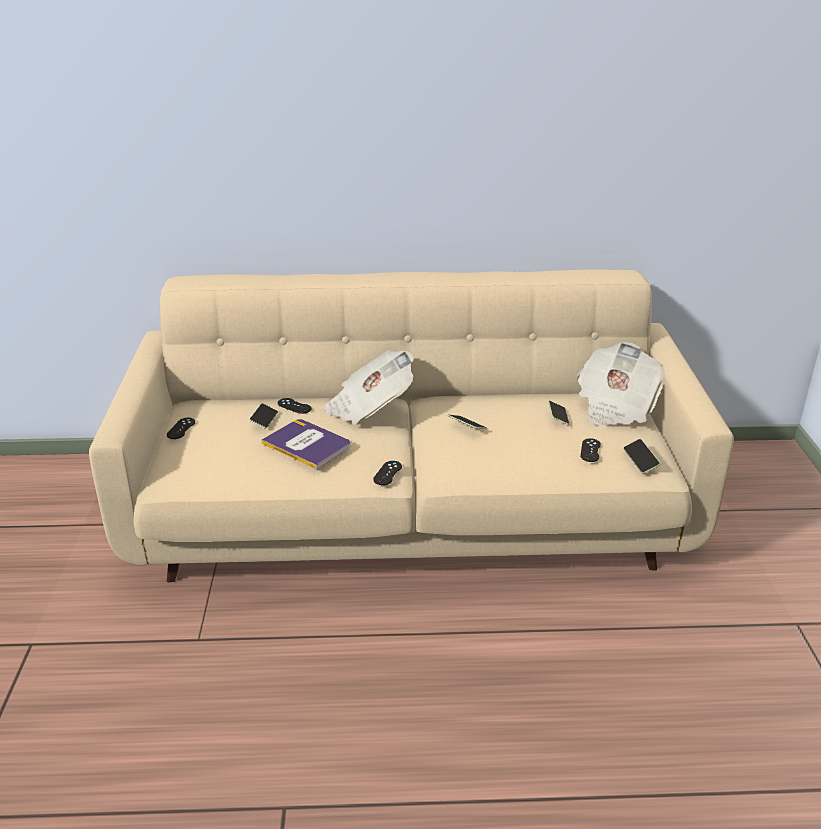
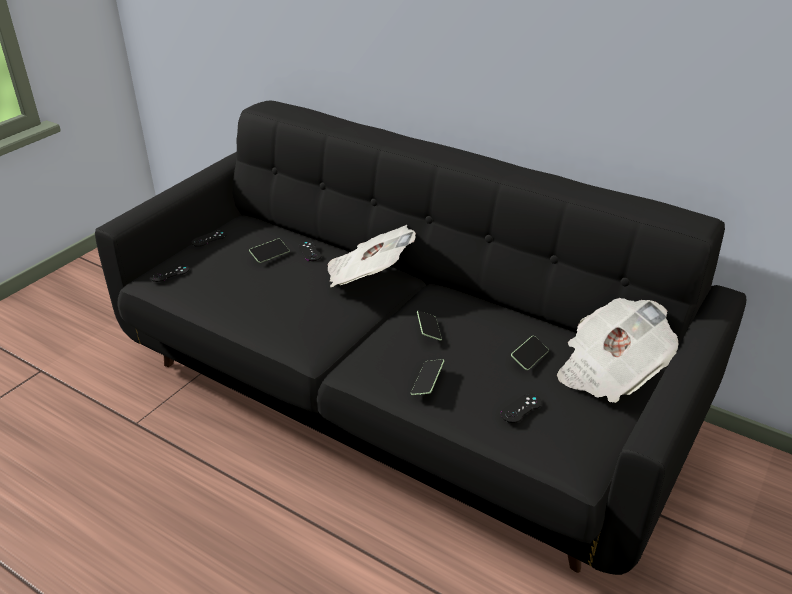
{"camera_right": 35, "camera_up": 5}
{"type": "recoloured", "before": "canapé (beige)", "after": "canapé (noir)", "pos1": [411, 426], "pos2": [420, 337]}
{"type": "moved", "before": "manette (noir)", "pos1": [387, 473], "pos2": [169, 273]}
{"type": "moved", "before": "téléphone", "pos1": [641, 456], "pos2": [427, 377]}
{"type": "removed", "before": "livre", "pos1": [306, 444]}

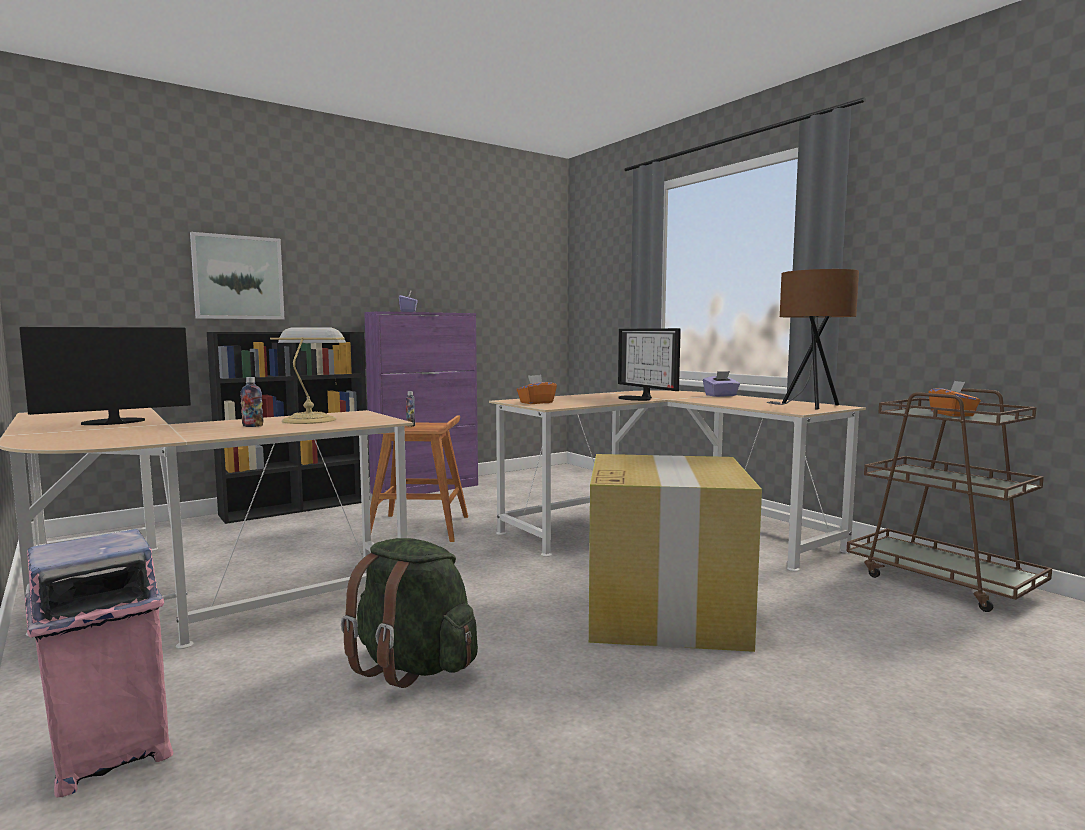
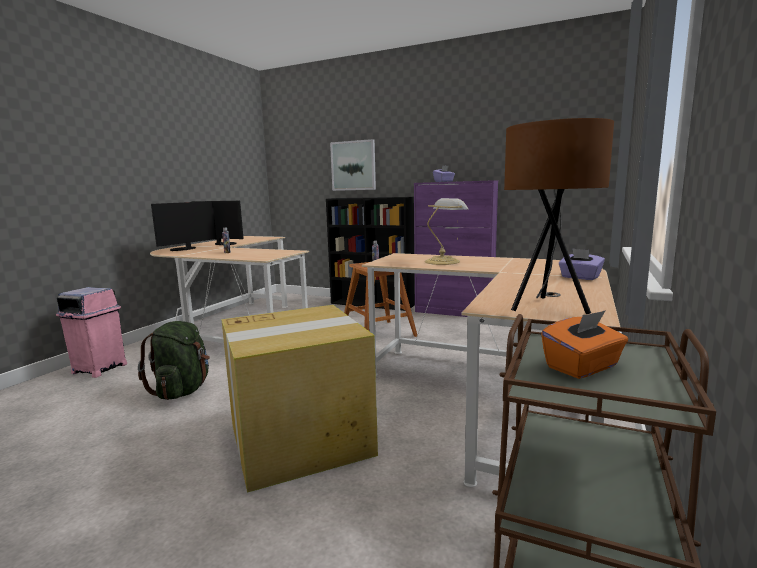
{"camera_right": 60, "camera_up": 5}
{"type": "moved", "before": "écran d'ordinateur", "pos1": [649, 364], "pos2": [183, 226]}
{"type": "moved", "before": "lampe de table", "pos1": [308, 375], "pos2": [446, 231]}
{"type": "removed", "before": "boîte à mouchoirs (orange)", "pos1": [537, 389]}

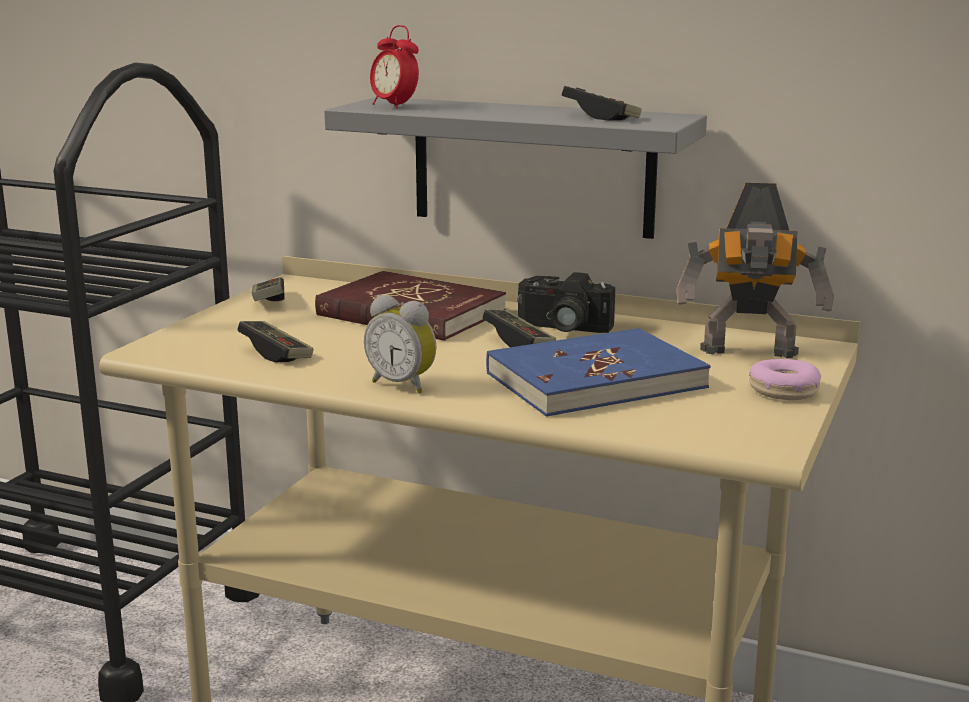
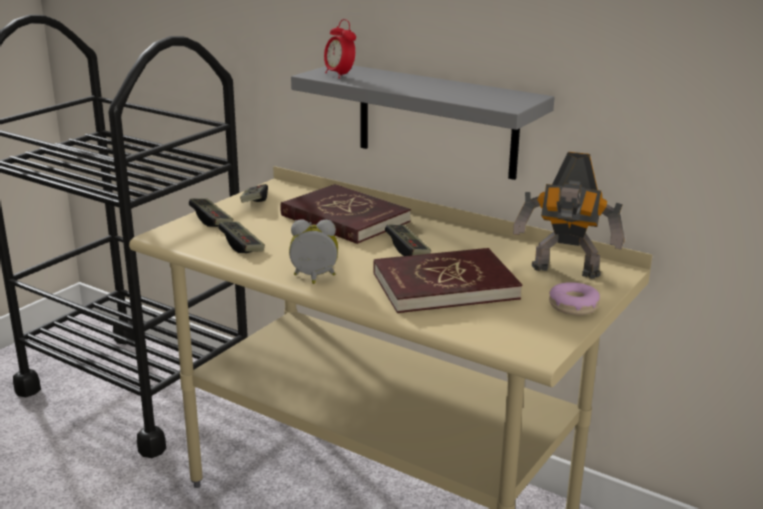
{"camera_right": 10, "camera_up": 5}
{"type": "moved", "before": "manette", "pos1": [602, 103], "pos2": [211, 212]}
{"type": "turned", "before": "réveil", "pos1": [400, 344], "pos2": [313, 251], "turn": 135}
{"type": "recoloured", "before": "livre (bleu)", "after": "livre (rouge)", "pos1": [598, 372], "pos2": [447, 280]}
{"type": "removed", "before": "appareil photo", "pos1": [566, 302]}

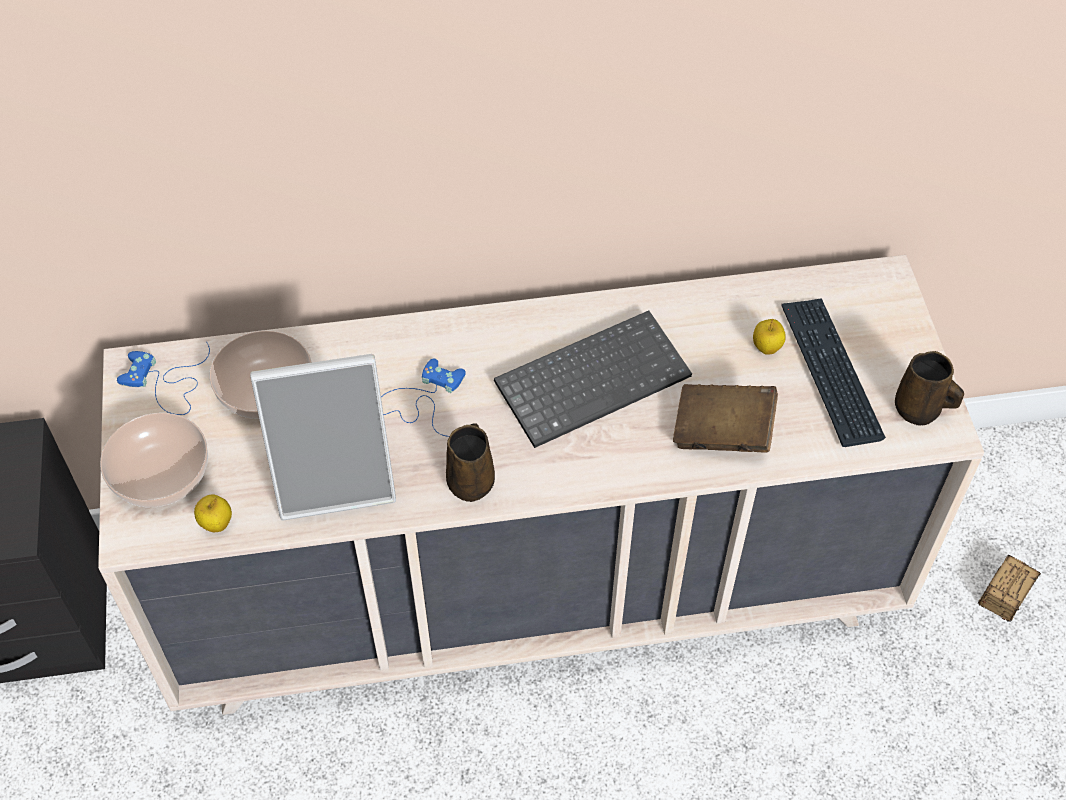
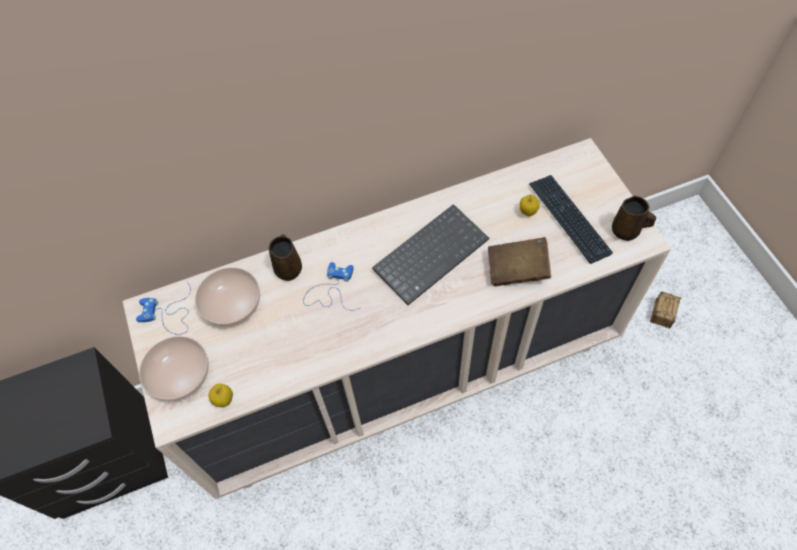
{"camera_right": -10, "camera_up": 5}
{"type": "moved", "before": "mug (marron)", "pos1": [470, 462], "pos2": [285, 258]}
{"type": "removed", "before": "cadre photo", "pos1": [323, 437]}

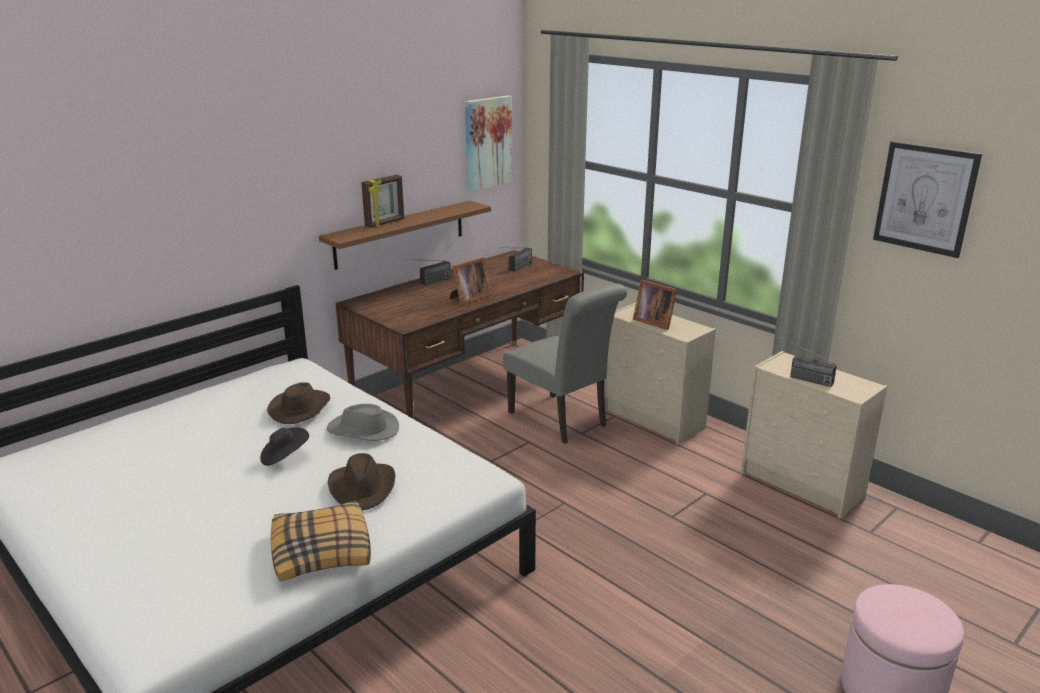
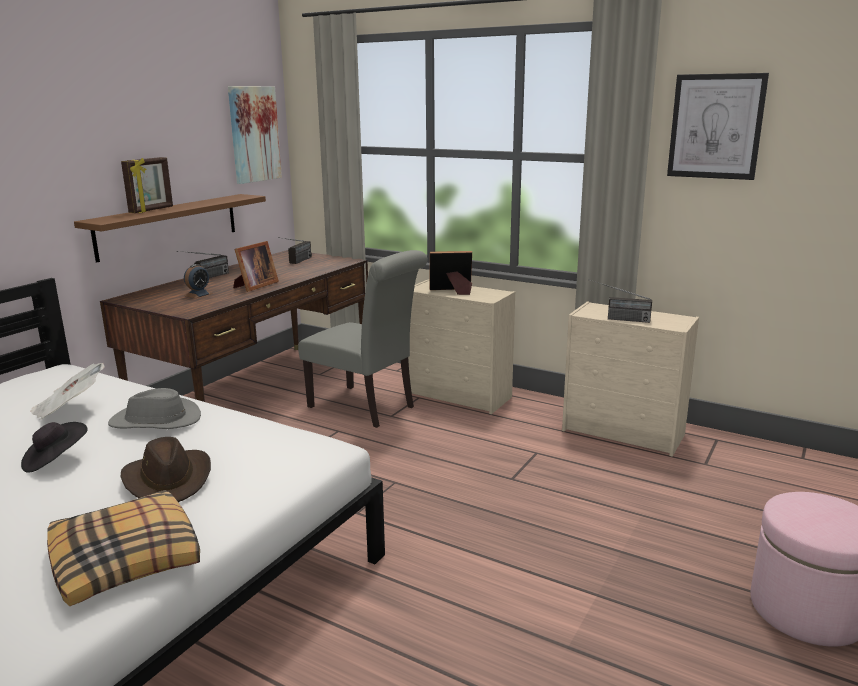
{"camera_right": -15, "camera_up": -5}
{"type": "replaced", "before": "chapeau (marron)", "after": "journal", "pos1": [298, 403], "pos2": [67, 391]}
{"type": "added", "after": "réveil", "pos2": [198, 281]}
{"type": "turned", "before": "cadre photo", "pos1": [655, 305], "pos2": [450, 273], "turn": 150}

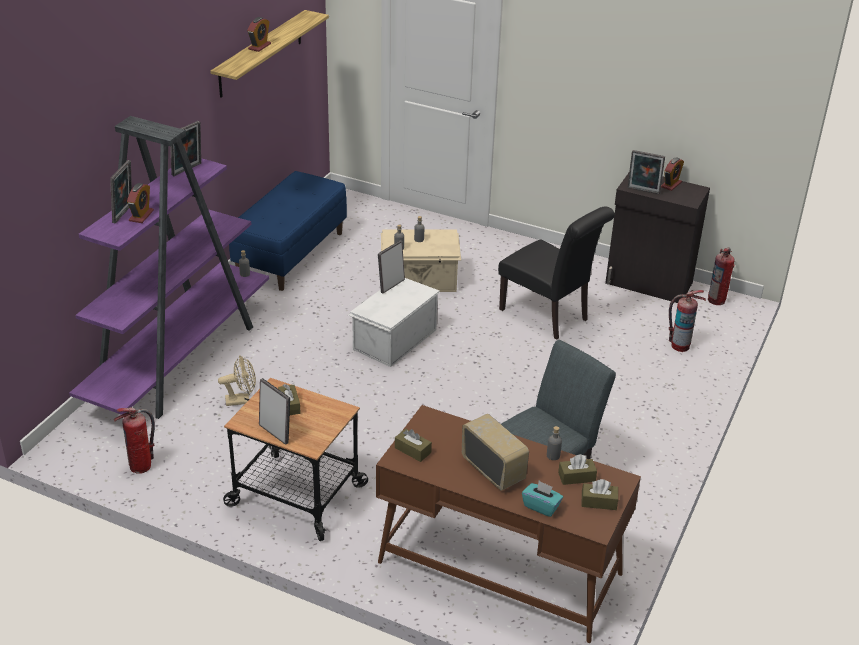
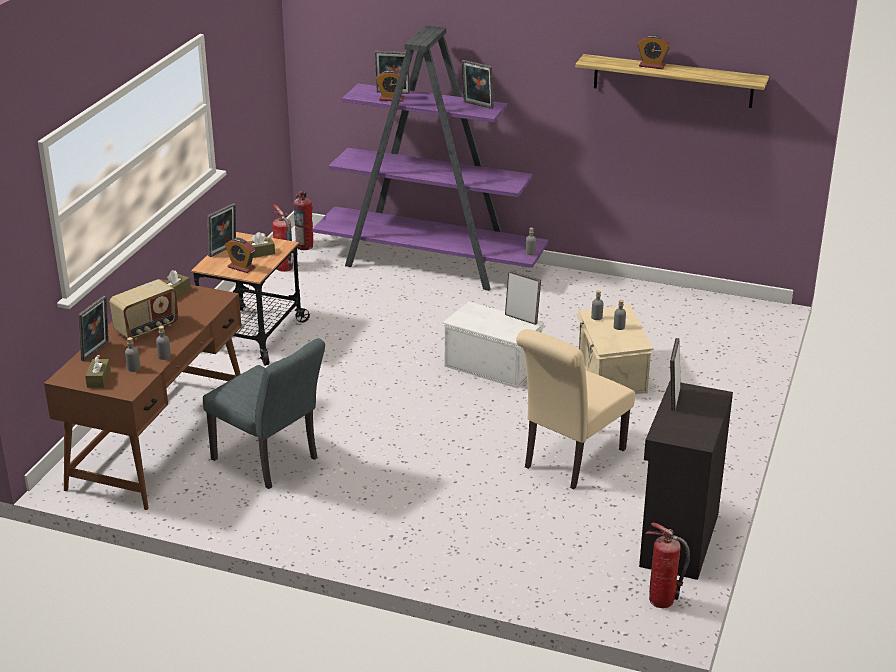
{"camera_right": 85, "camera_up": -5}
{"type": "replaced", "before": "boîte à mouchoirs (turquoise)", "after": "cadre photo", "pos1": [542, 499], "pos2": [93, 328]}
{"type": "replaced", "before": "boîte à mouchoirs (marron)", "after": "bouteille (gris)", "pos1": [577, 469], "pos2": [132, 354]}
{"type": "moved", "before": "réveil", "pos1": [672, 174], "pos2": [240, 255]}
{"type": "moved", "before": "extincteur", "pos1": [687, 321], "pos2": [303, 220]}
{"type": "recoloured", "before": "chaise (noir)", "after": "chaise (beige)", "pos1": [556, 273], "pos2": [575, 409]}
{"type": "removed", "before": "ventilateur (beige)", "pos1": [237, 380]}
{"type": "removed", "before": "banc (bleu)", "pos1": [288, 231]}

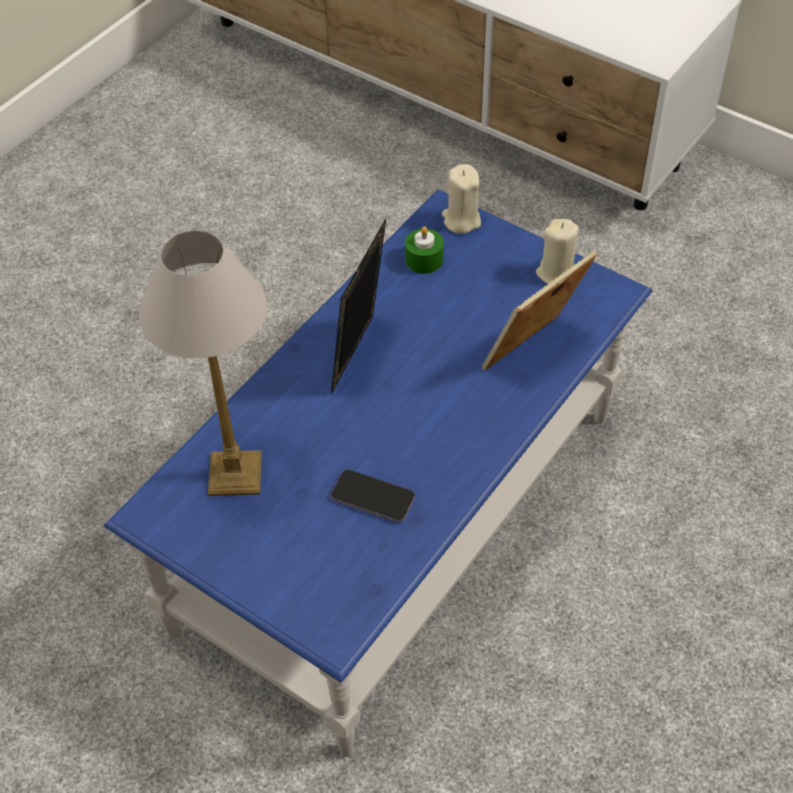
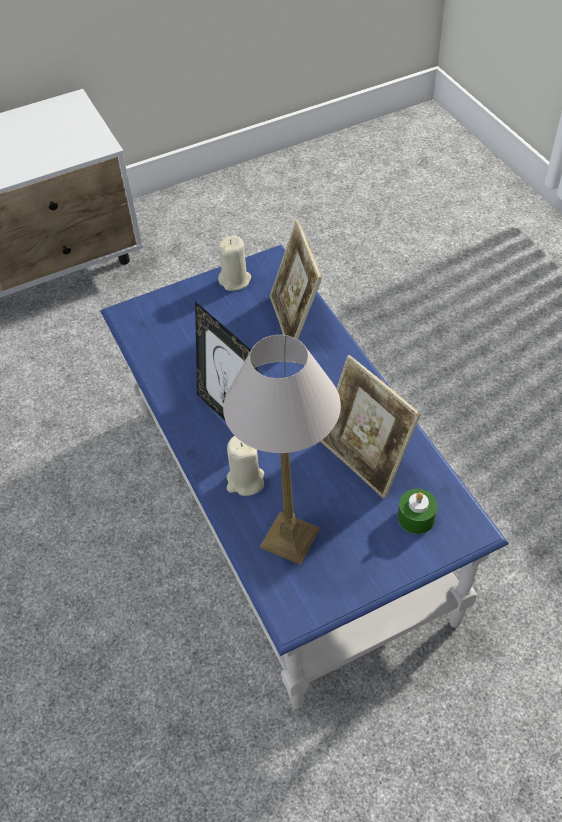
{"camera_right": -60, "camera_up": 0}
{"type": "moved", "before": "bougie (beige)", "pos1": [461, 199], "pos2": [245, 466]}
{"type": "replaced", "before": "téléphone", "after": "cadre photo", "pos1": [373, 496], "pos2": [370, 427]}
{"type": "moved", "before": "bougie (vert)", "pos1": [424, 250], "pos2": [418, 511]}

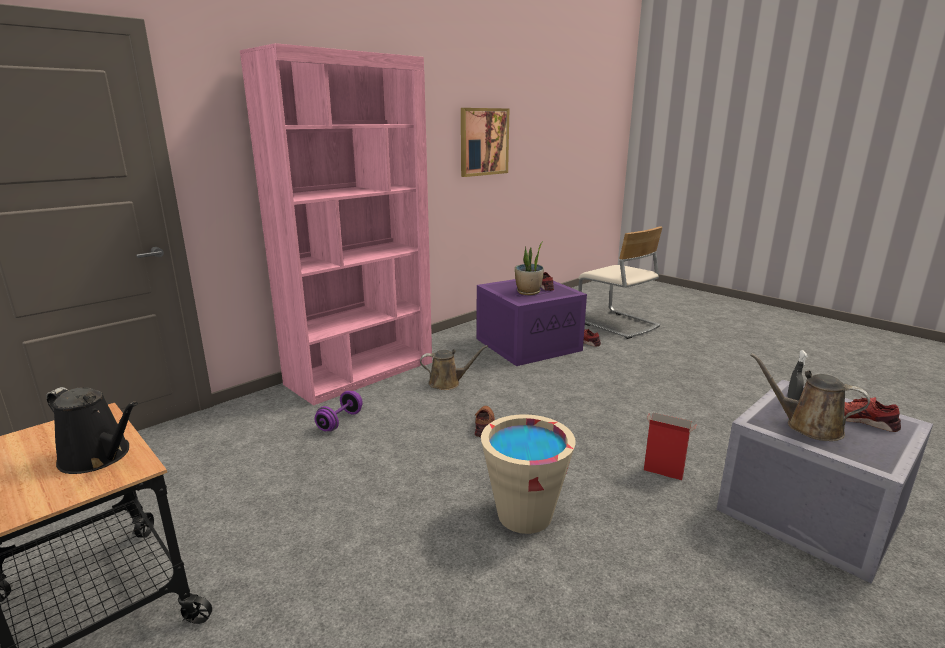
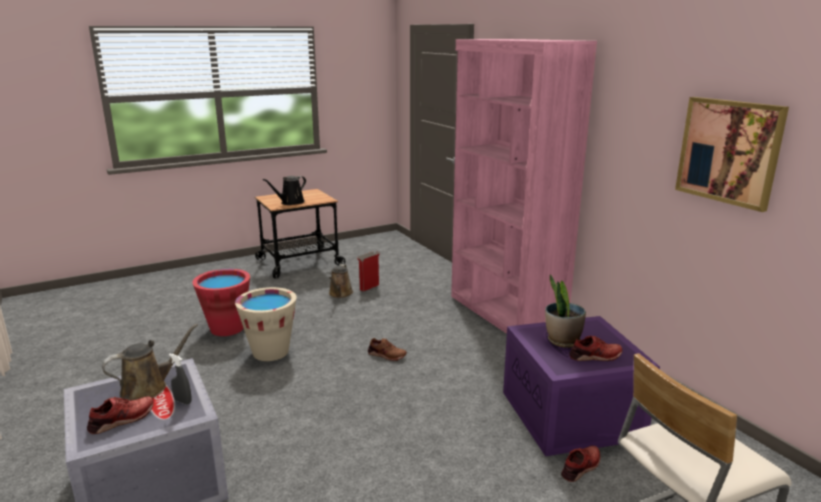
{"camera_right": 105, "camera_up": 0}
{"type": "added", "after": "seau (rouge)", "pos2": [221, 302]}
{"type": "moved", "before": "arrosoir (marron)", "pos1": [454, 367], "pos2": [341, 281]}
{"type": "moved", "before": "carton", "pos1": [670, 446], "pos2": [368, 271]}
{"type": "removed", "before": "haltère (violet)", "pos1": [338, 411]}

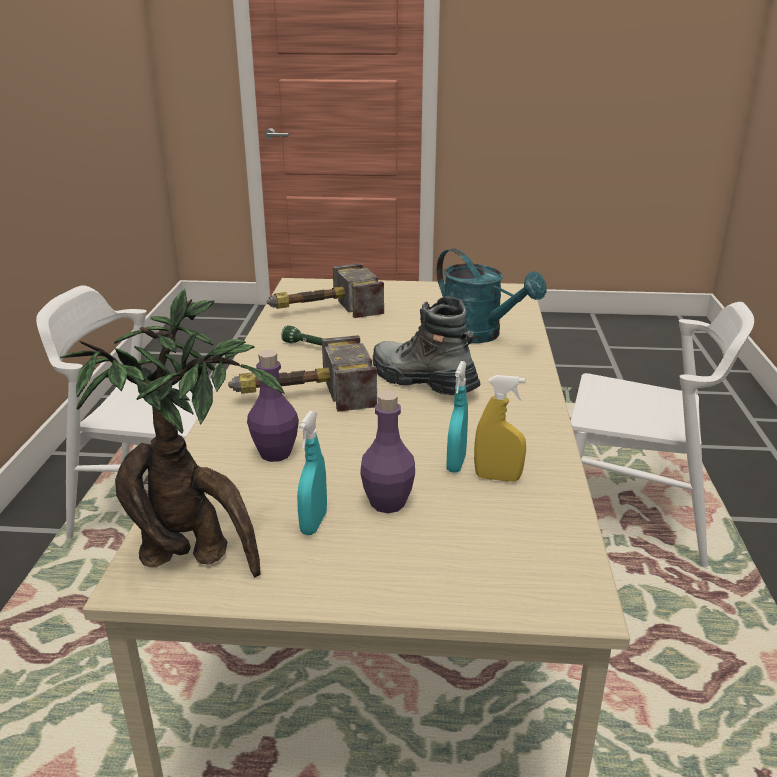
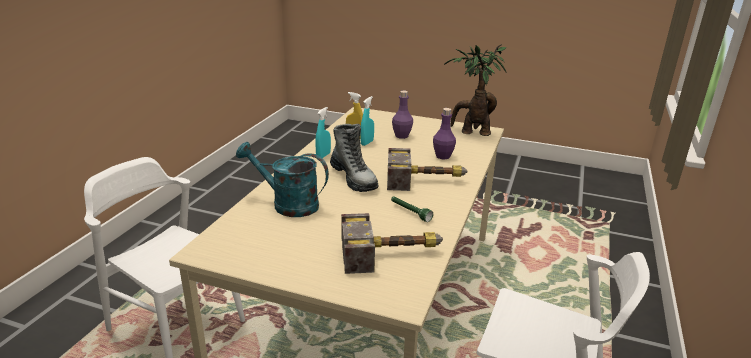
{"camera_right": -165, "camera_up": 0}
{"type": "turned", "before": "arrosoir (turquoise)", "pos1": [491, 296], "pos2": [282, 179], "turn": -45}
{"type": "moved", "before": "vaporisateur (turquoise)", "pos1": [312, 473], "pos2": [323, 132]}

